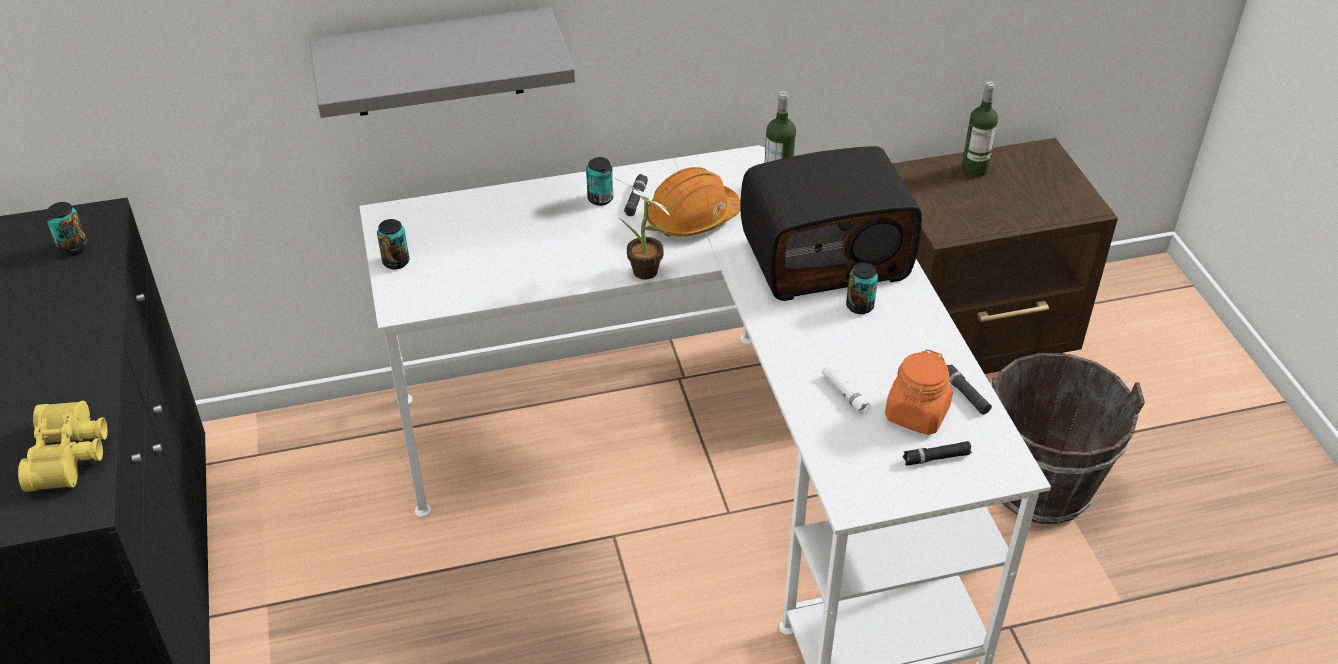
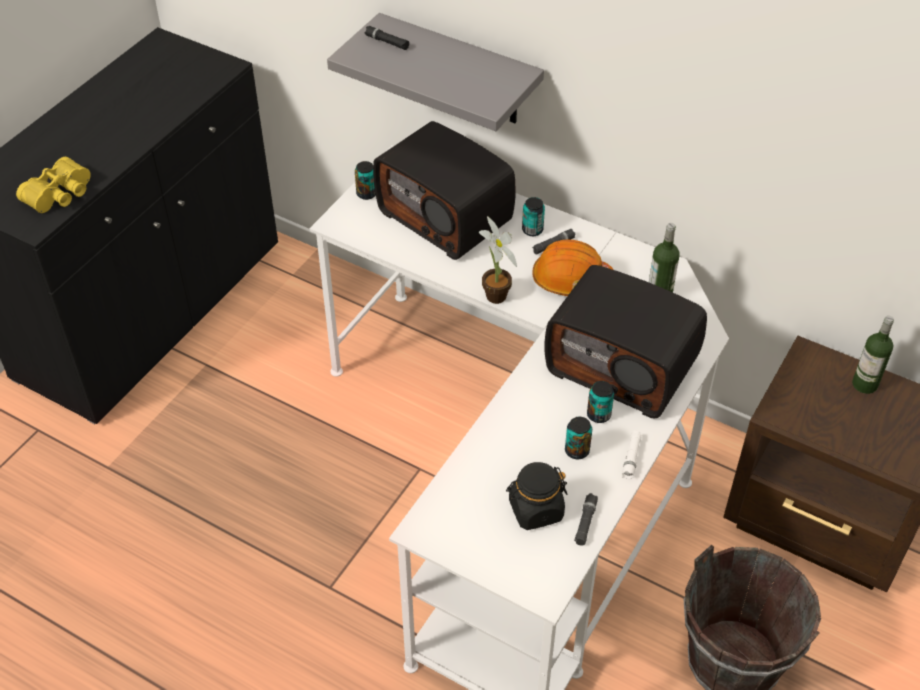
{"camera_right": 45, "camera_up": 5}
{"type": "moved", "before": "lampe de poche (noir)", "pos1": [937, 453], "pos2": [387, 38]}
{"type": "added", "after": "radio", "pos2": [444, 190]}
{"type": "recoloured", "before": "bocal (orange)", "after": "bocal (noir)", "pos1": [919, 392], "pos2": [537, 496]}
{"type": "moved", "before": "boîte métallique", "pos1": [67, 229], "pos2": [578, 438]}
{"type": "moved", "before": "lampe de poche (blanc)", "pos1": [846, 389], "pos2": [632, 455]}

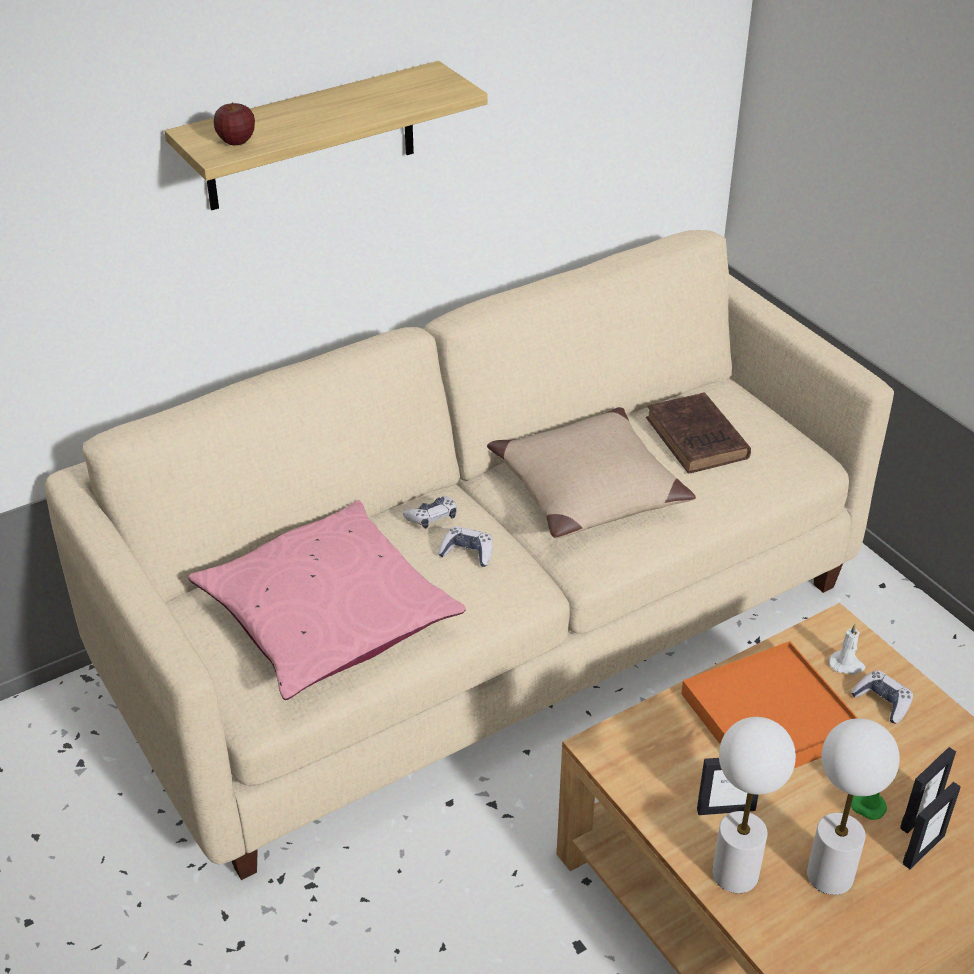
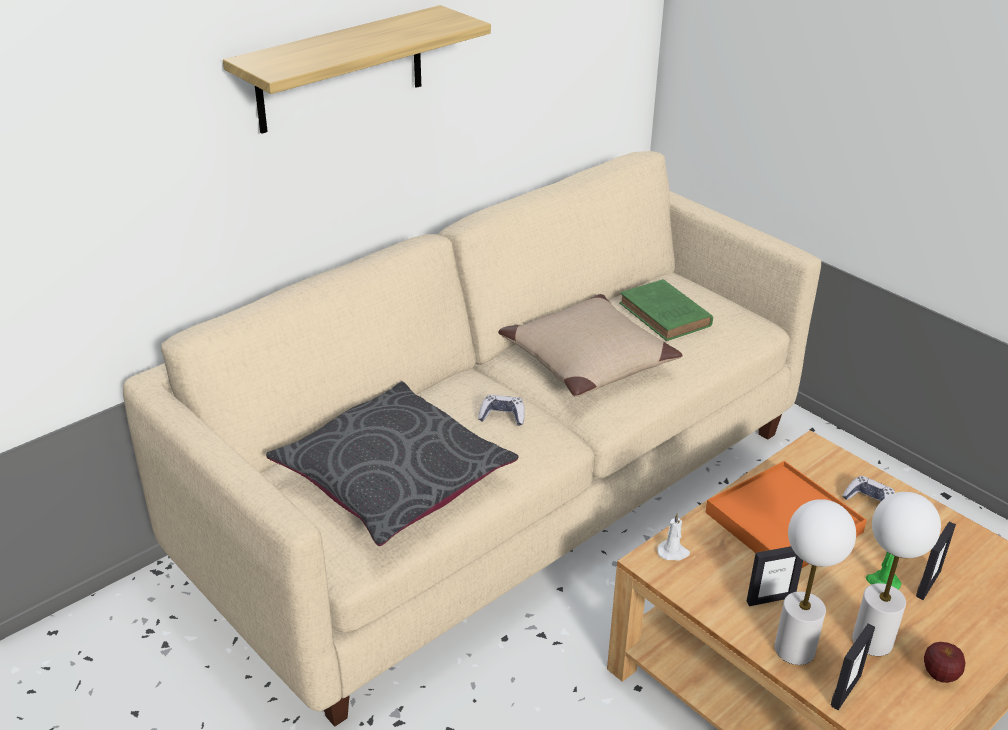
{"camera_right": -10, "camera_up": -5}
{"type": "recoloured", "before": "coussin (rose)", "after": "coussin (gris)", "pos1": [327, 600], "pos2": [392, 463]}
{"type": "recoloured", "before": "livre (marron)", "after": "livre (vert)", "pos1": [698, 433], "pos2": [666, 310]}
{"type": "moved", "before": "bougie (blanc)", "pos1": [847, 649], "pos2": [673, 537]}
{"type": "moved", "before": "cadre photo", "pos1": [932, 825], "pos2": [853, 667]}
{"type": "moved", "before": "pomme", "pos1": [234, 123], "pos2": [945, 662]}
{"type": "removed", "before": "manette", "pos1": [430, 512]}

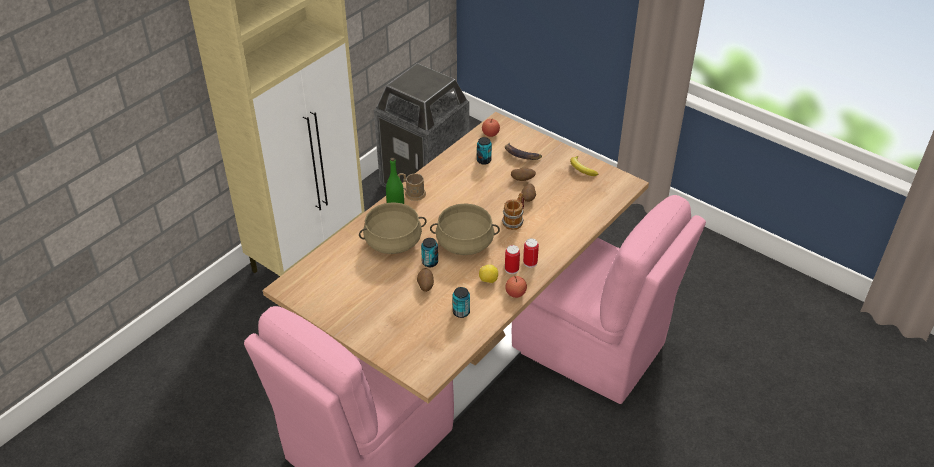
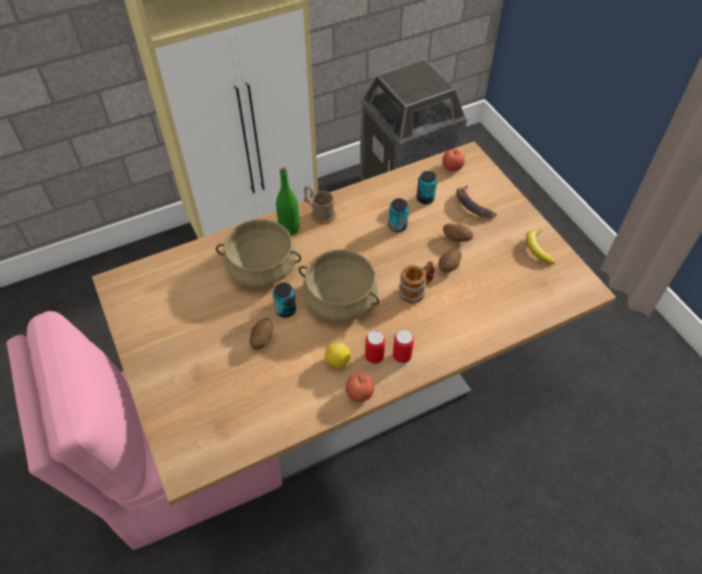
{"camera_right": 25, "camera_up": 10}
{"type": "moved", "before": "boîte métallique", "pos1": [461, 302], "pos2": [398, 215]}
{"type": "removed", "before": "chaise (rose)", "pos1": [609, 299]}

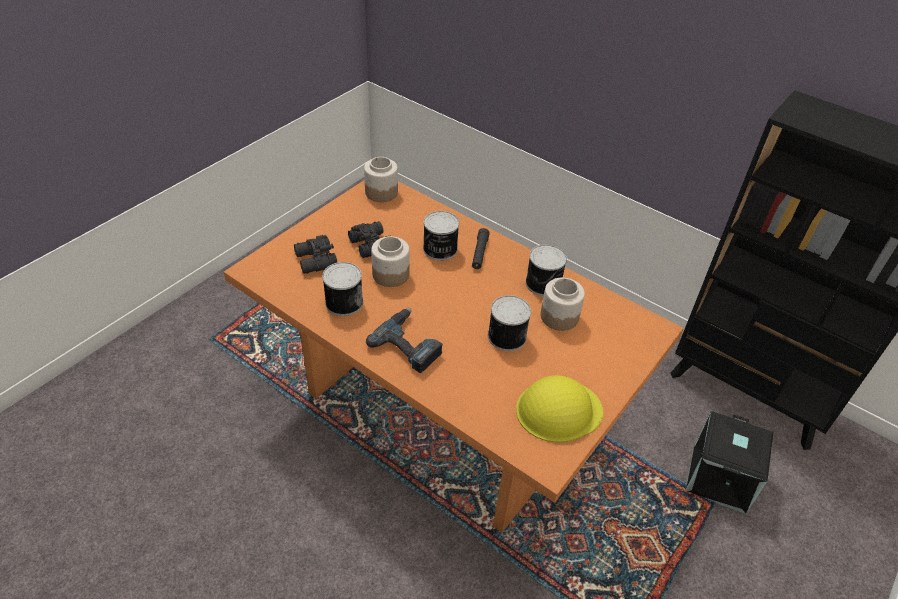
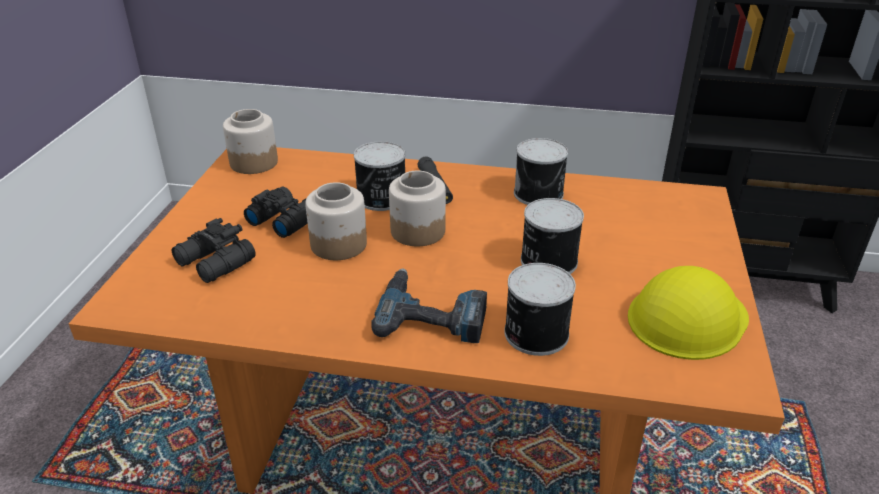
{"camera_right": -25, "camera_up": -10}
{"type": "moved", "before": "bocal", "pos1": [562, 304], "pos2": [417, 208]}
{"type": "moved", "before": "boîte métallique", "pos1": [342, 289], "pos2": [540, 309]}
{"type": "removed", "before": "boîte de rangement (noir)", "pos1": [729, 462]}

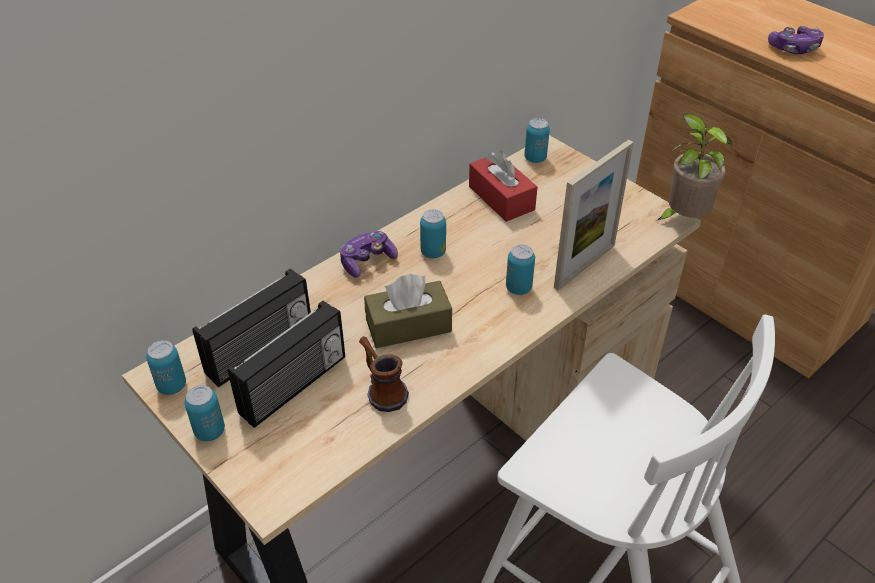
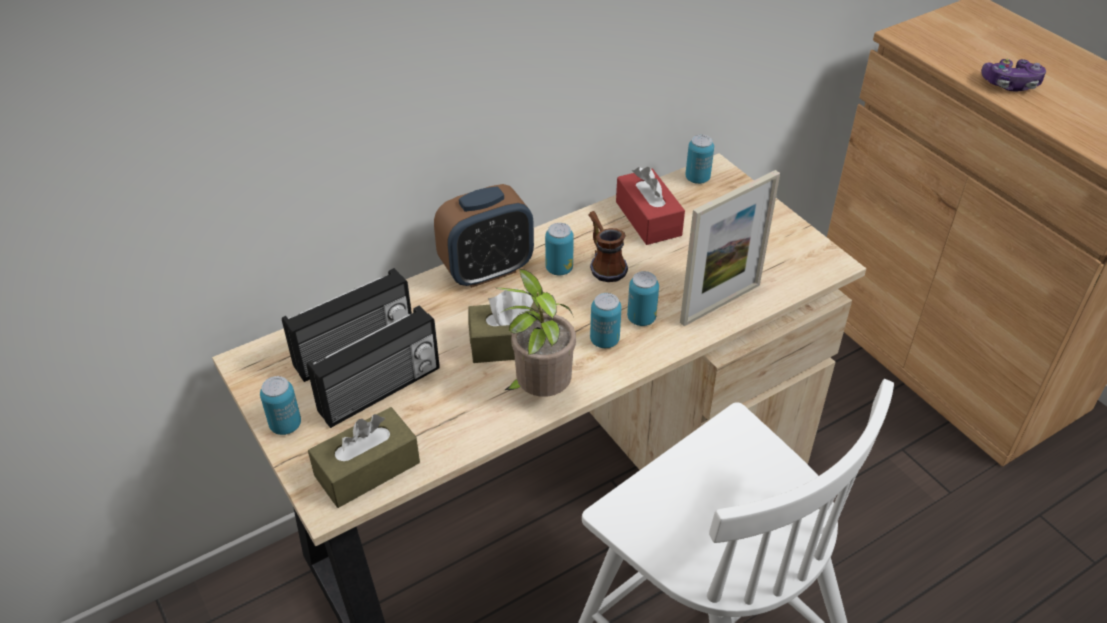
{"camera_right": 10, "camera_up": 0}
{"type": "added", "after": "boîte à mouchoirs (marron)", "pos2": [364, 457]}
{"type": "replaced", "before": "manette", "after": "réveil", "pos1": [369, 254], "pos2": [484, 236]}
{"type": "moved", "before": "plante en pot", "pos1": [694, 167], "pos2": [535, 333]}
{"type": "moved", "before": "mug", "pos1": [384, 374], "pos2": [608, 246]}
{"type": "moved", "before": "boîte métallique", "pos1": [166, 367], "pos2": [606, 320]}

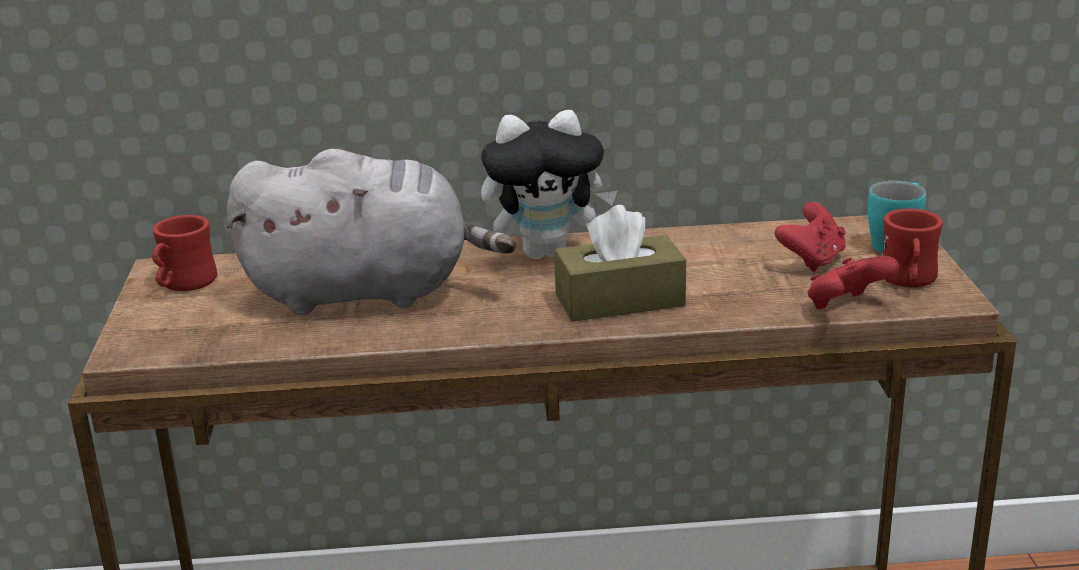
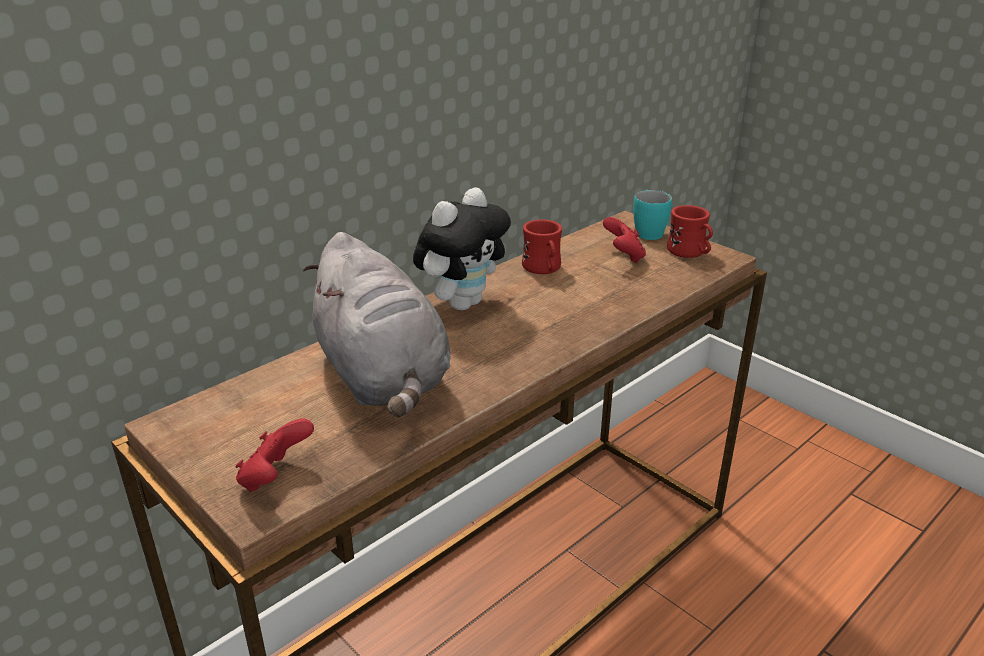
{"camera_right": -40, "camera_up": 5}
{"type": "moved", "before": "manette (rouge)", "pos1": [853, 282], "pos2": [275, 455]}
{"type": "turned", "before": "peluche (gris)", "pos1": [371, 232], "pos2": [376, 324], "turn": 105}
{"type": "moved", "before": "mug (rouge)", "pos1": [184, 253], "pos2": [542, 246]}
{"type": "removed", "before": "boîte à mouchoirs (marron)", "pos1": [620, 263]}

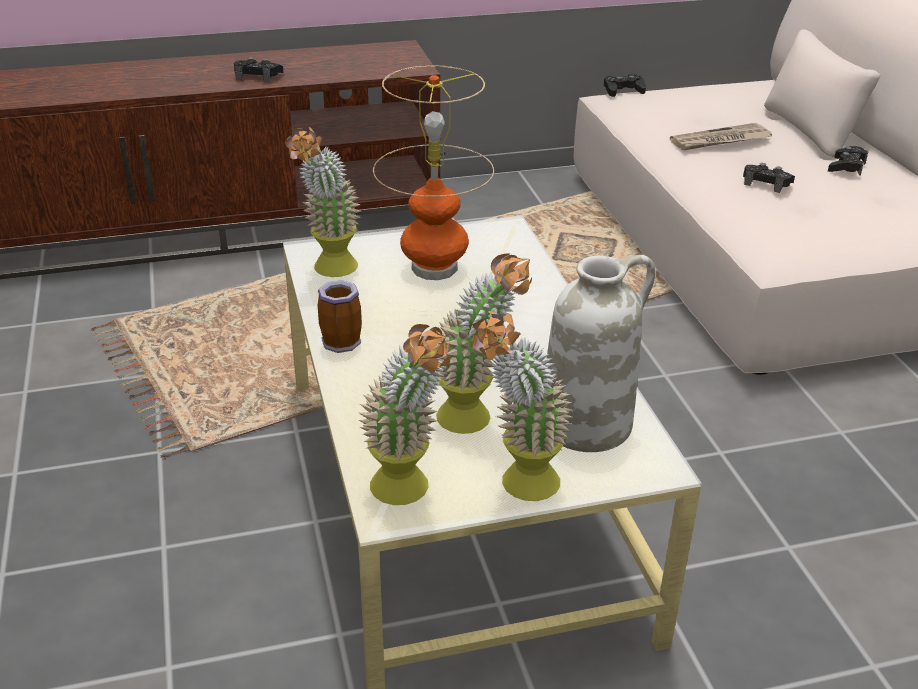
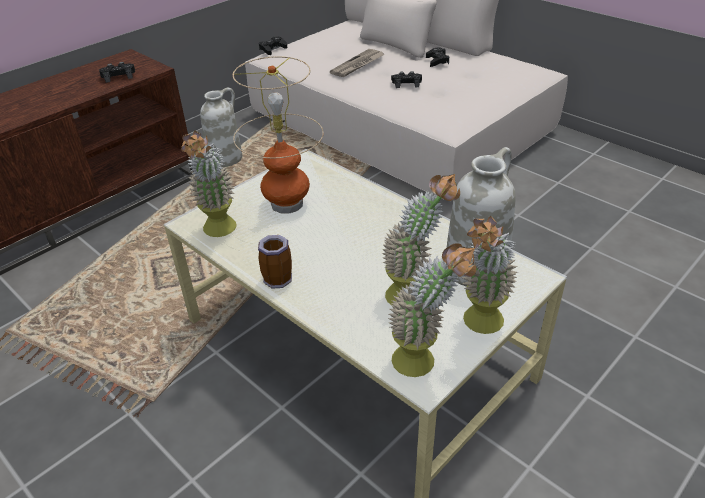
{"camera_right": -30, "camera_up": 5}
{"type": "moved", "before": "manette (noir)", "pos1": [258, 70], "pos2": [117, 72]}
{"type": "added", "after": "vase (blanc)", "pos2": [221, 127]}

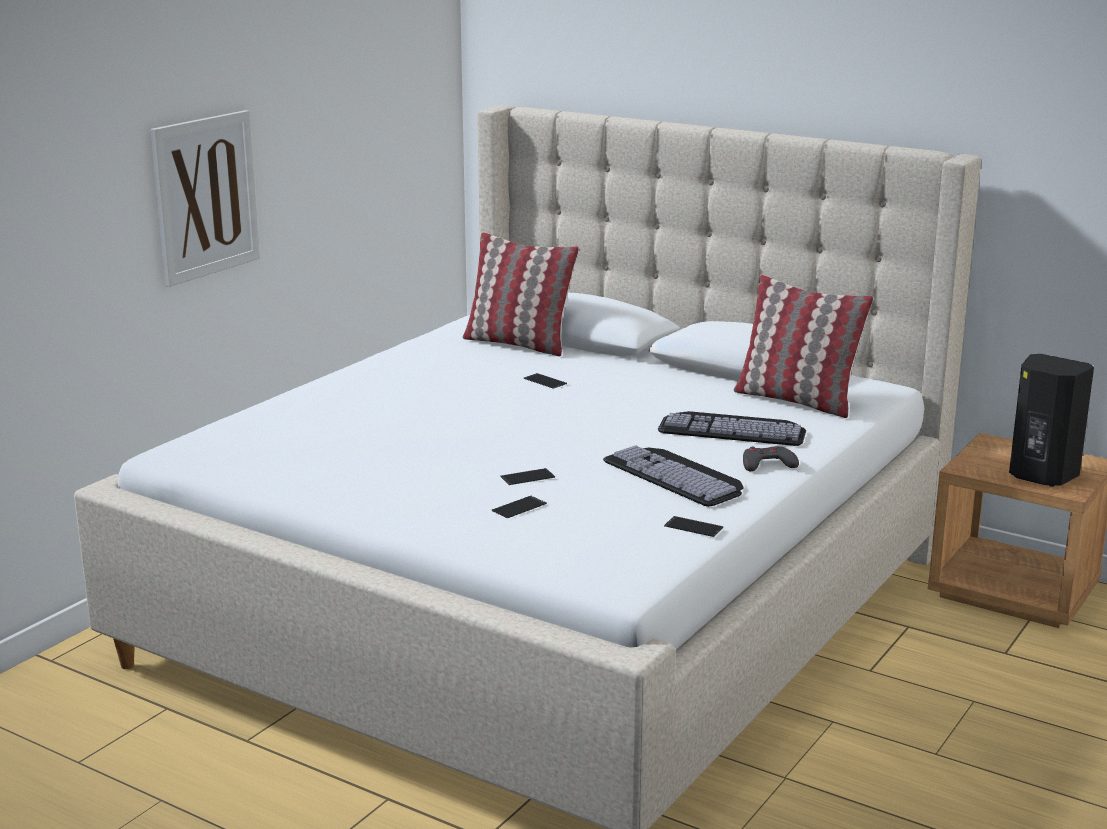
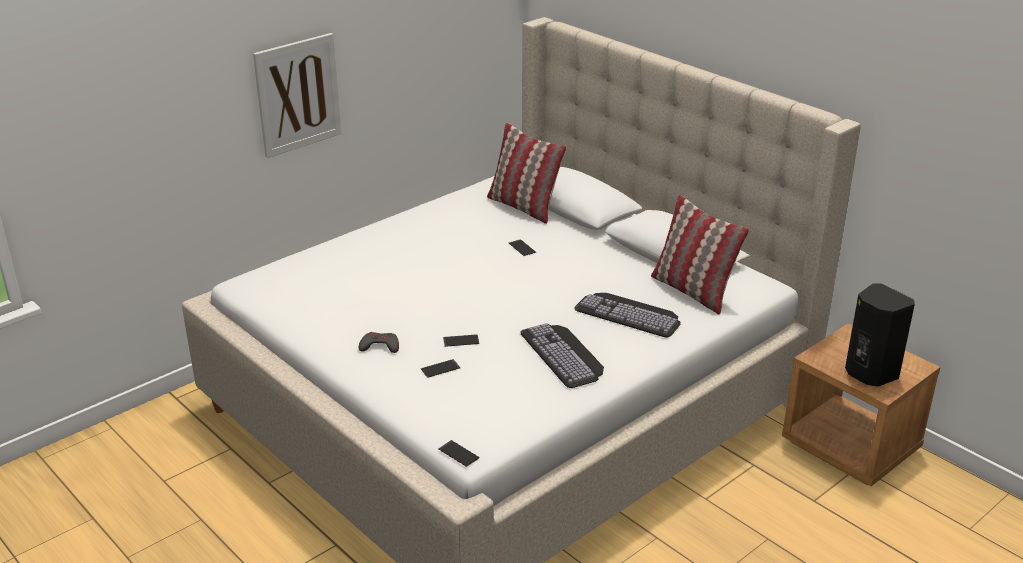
{"camera_right": 15, "camera_up": 10}
{"type": "moved", "before": "manette (gris)", "pos1": [771, 458], "pos2": [379, 342]}
{"type": "moved", "before": "téléphone", "pos1": [693, 526], "pos2": [459, 453]}

